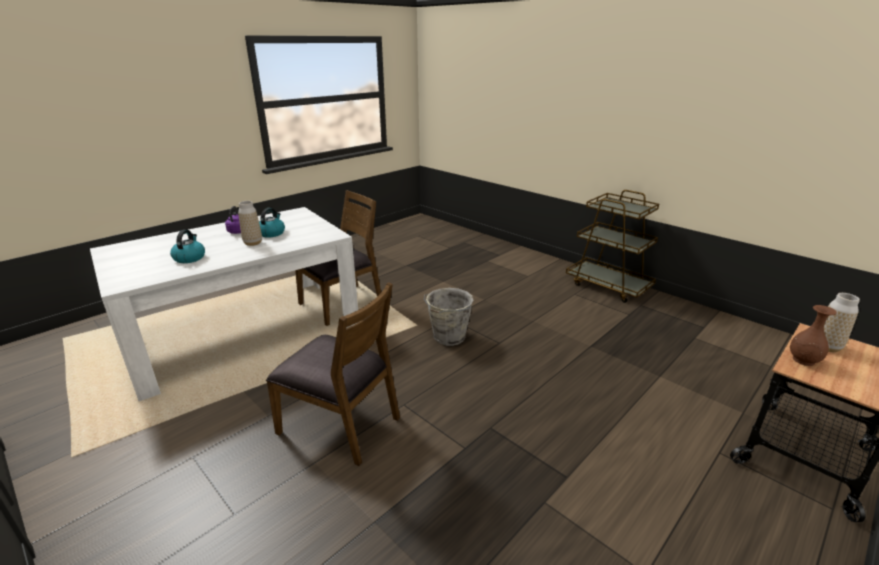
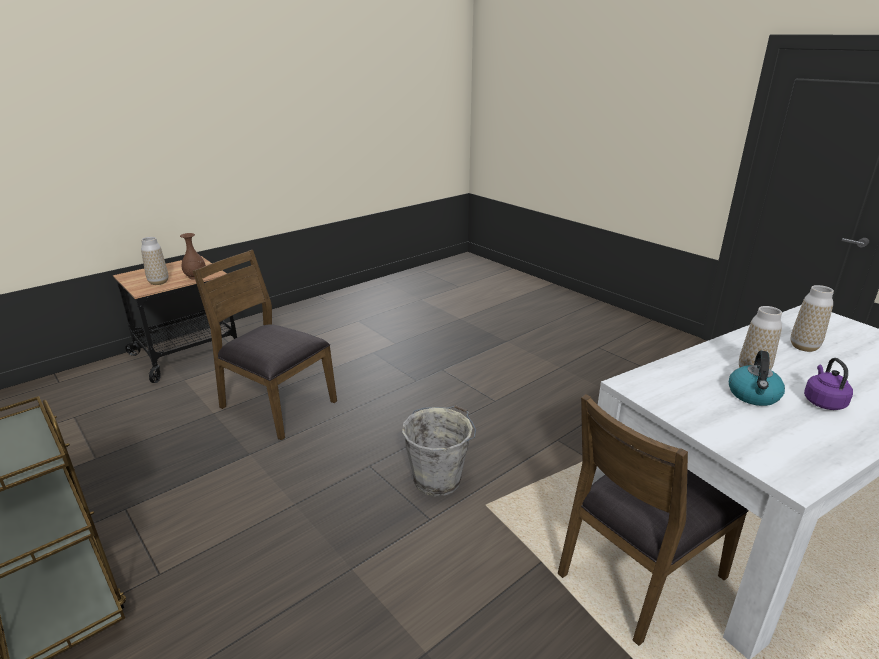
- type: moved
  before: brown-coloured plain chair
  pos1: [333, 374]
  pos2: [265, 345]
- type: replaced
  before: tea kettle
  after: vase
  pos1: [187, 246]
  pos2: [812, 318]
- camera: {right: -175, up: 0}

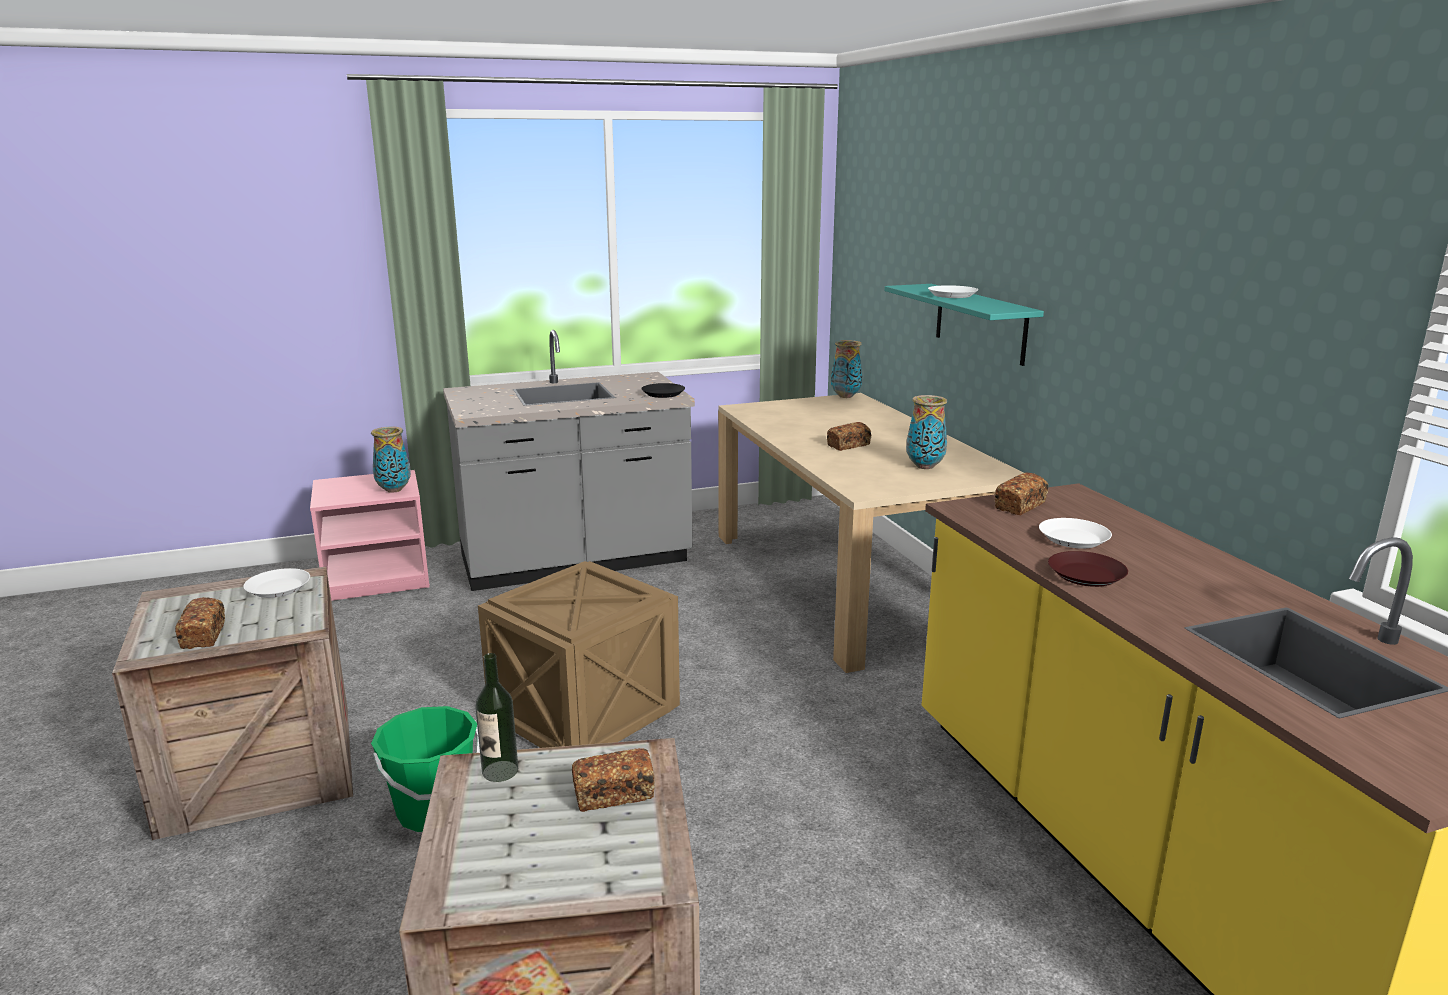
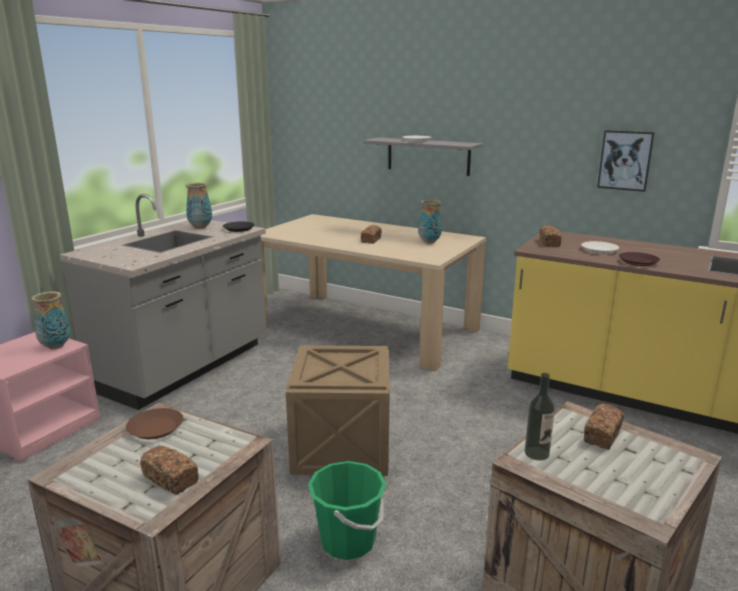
- type: recoloured
  before: white-coloured flat dish
  after: brown-coloured flat dish
  pos1: [276, 583]
  pos2: [154, 423]
- type: moved
  before: vase
  pos1: [846, 369]
  pos2: [199, 206]
- type: recoloured
  before: blue-green bracket shelf
  after: grey bracket shelf
  pos1: [964, 325]
  pos2: [423, 156]
- type: added
  after: wall art
  pos2: [626, 161]
- camera: {right: -40, up: 0}

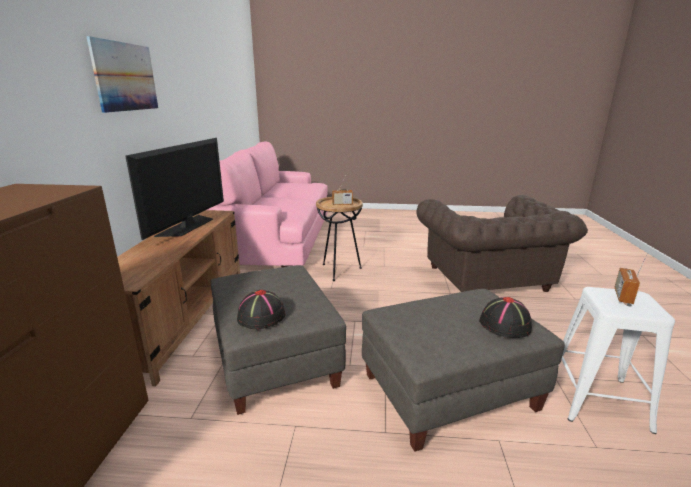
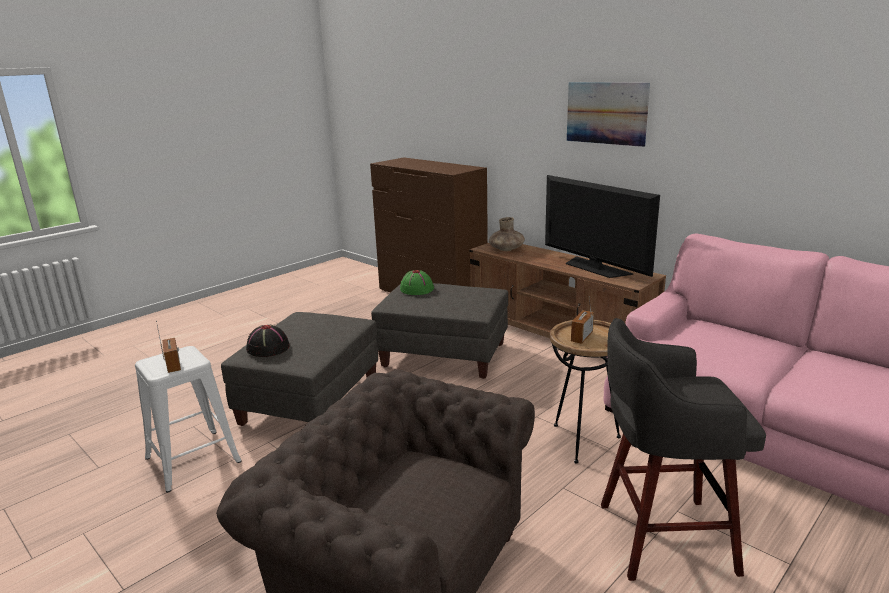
- type: recoloured
  before: black-coloured clothing hat
  after: green clothing hat
  pos1: [261, 309]
  pos2: [417, 282]
- type: added
  after: brown-coloured vase
  pos2: [507, 234]
- type: added
  after: grey sitting stool
  pos2: [683, 449]
- camera: {right: 130, up: 0}

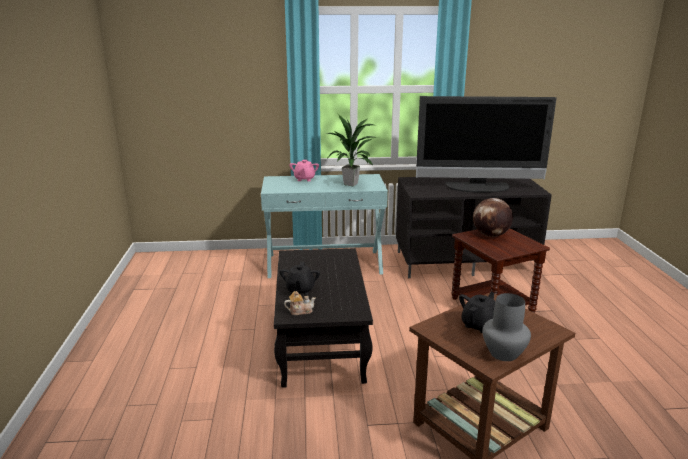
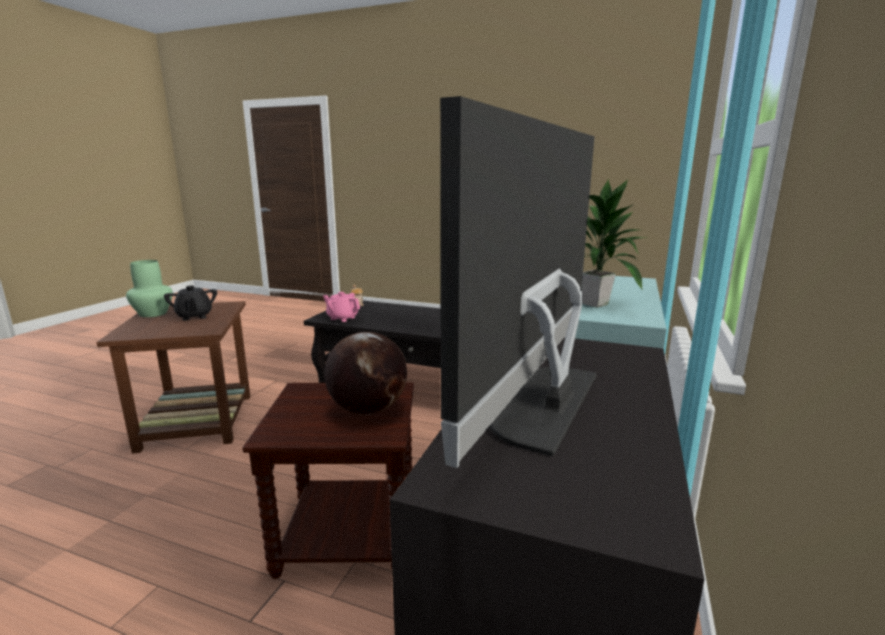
- type: recoloured
  before: grey vase
  after: green vase
  pos1: [507, 327]
  pos2: [149, 288]
- type: moved
  before: pink-coloured teapot
  pos1: [304, 170]
  pos2: [341, 307]
- type: removed
  before: black-coloured teapot
  pos1: [300, 278]
- camera: {right: 115, up: -5}

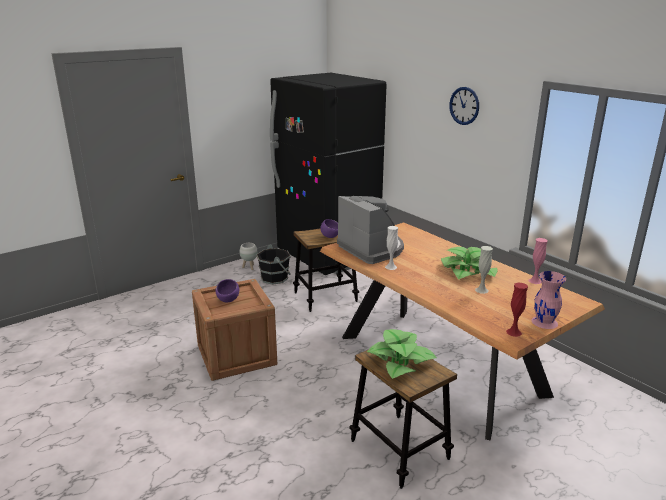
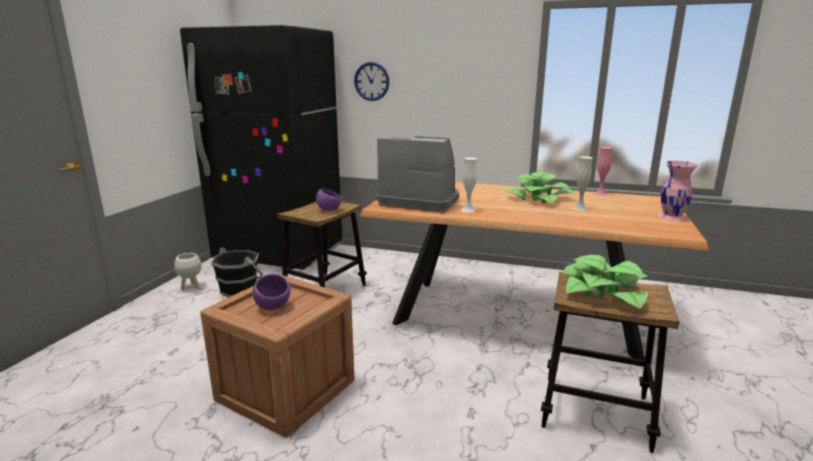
- type: moved
  before: wall clock
  pos1: [464, 106]
  pos2: [371, 81]
- type: removed
  before: red vase
  pos1: [517, 310]
- camera: {right: -35, up: -5}

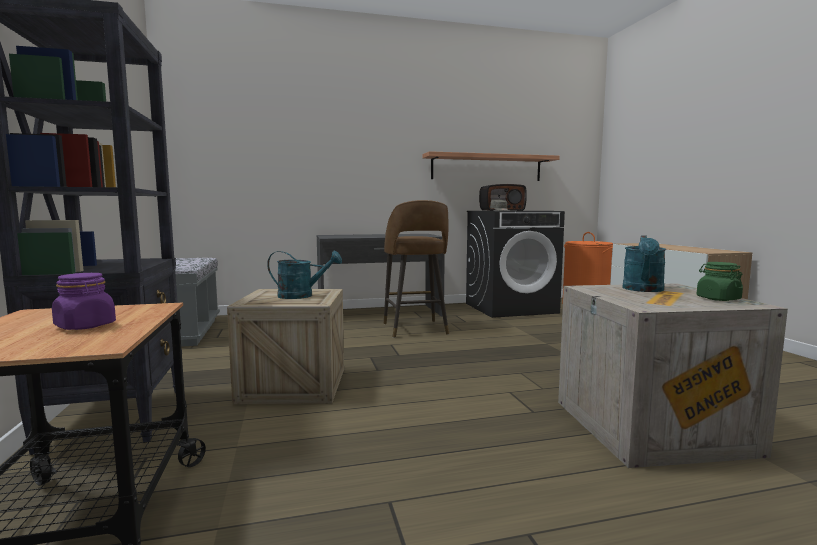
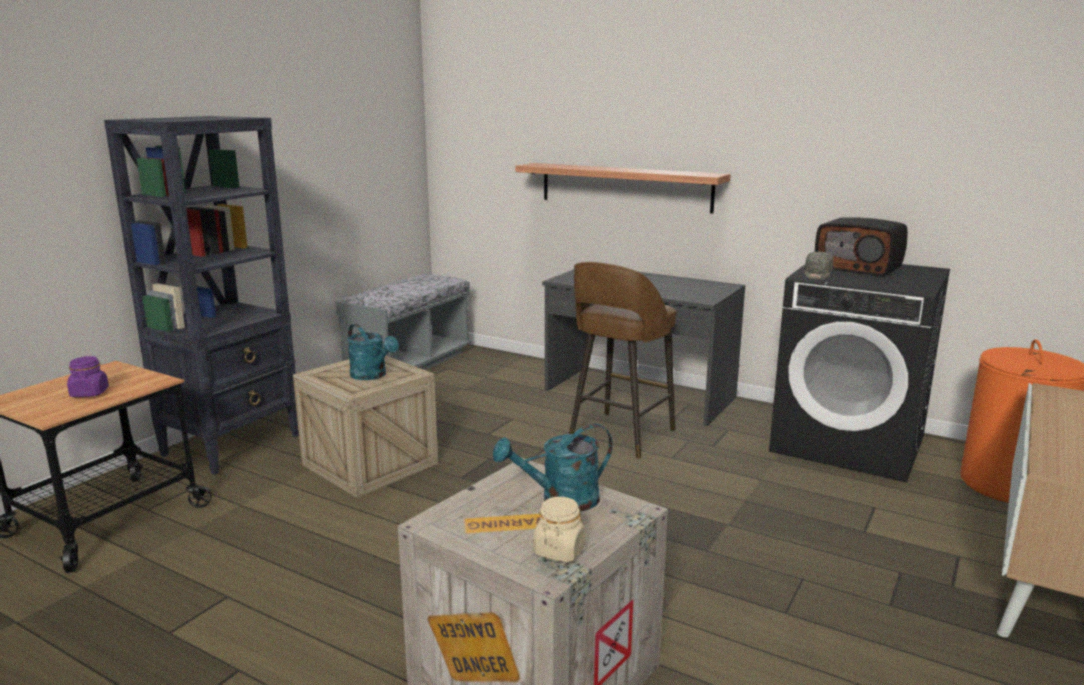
- type: moved
  before: bracket shelf
  pos1: [491, 166]
  pos2: [623, 188]
- type: recoloured
  before: green preserve jar
  after: beige preserve jar
  pos1: [720, 281]
  pos2: [559, 530]
- camera: {right: 45, up: 10}

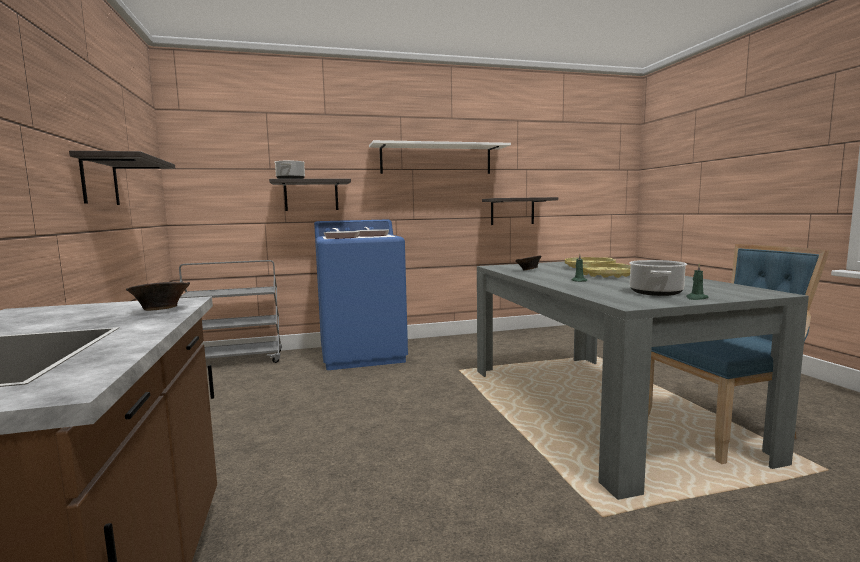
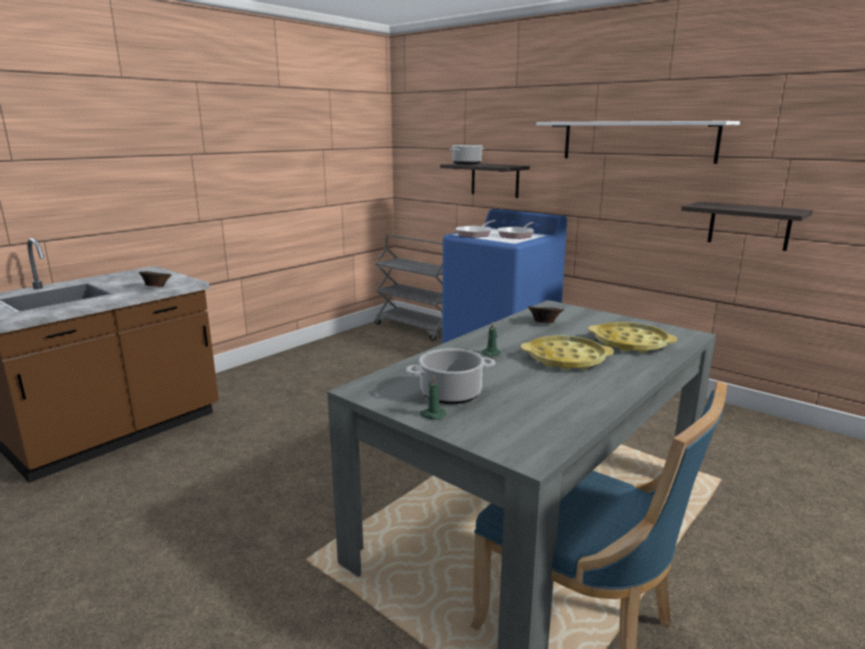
- type: removed
  before: bracket shelf
  pos1: [122, 178]
- camera: {right: 55, up: 10}

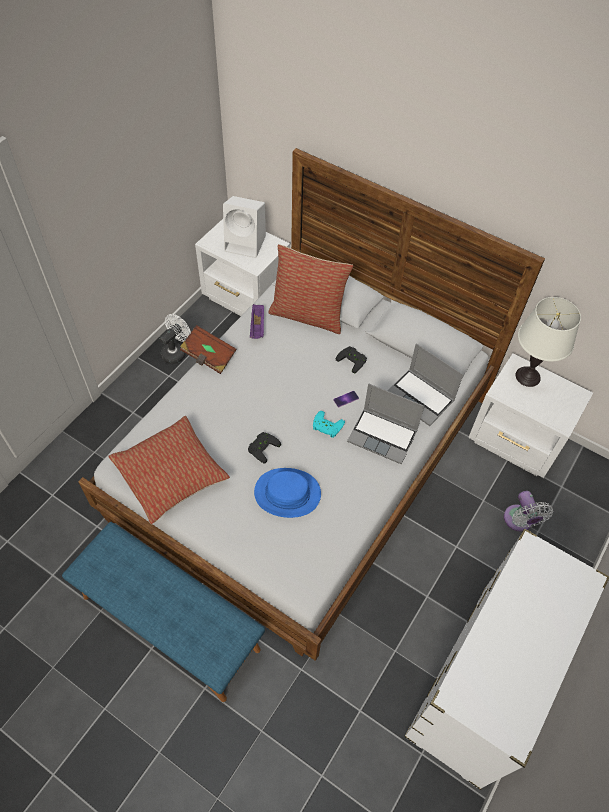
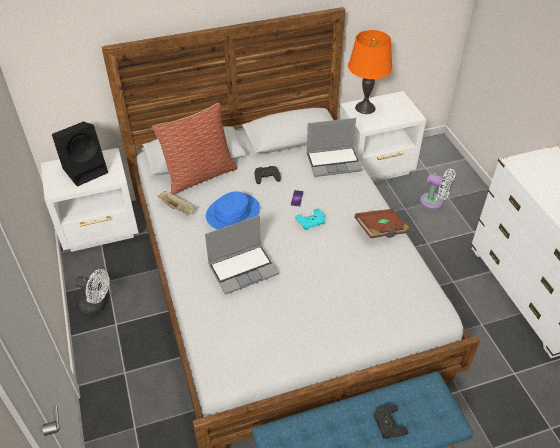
- type: recoloured
  before: white-coloured speaker
  after: black-coloured speaker
  pos1: [244, 227]
  pos2: [80, 154]
- type: turned
  before: white-coloured fan
  pos1: [175, 339]
  pos2: [92, 291]
  turn: 120
- type: recoloured
  before: purple carrying tray
  after: beige carrying tray
  pos1: [257, 321]
  pos2: [176, 203]
- type: moved
  before: laptop
  pos1: [385, 424]
  pos2: [242, 255]
- type: moved
  before: bluish clothing hat
  pos1: [287, 493]
  pos2: [233, 211]
- type: recoloured
  before: white-coloured tabletop lamp
  after: orange tabletop lamp
  pos1: [548, 342]
  pos2: [370, 72]
- type: moved
  before: brown-coloured book
  pos1: [208, 349]
  pos2: [382, 223]
- type: moved
  before: black-coloured game controller
  pos1: [264, 448]
  pos2: [391, 422]
- type: removed
  before: cushion
  pos1: [169, 470]
- camera: {right: -50, up: -10}

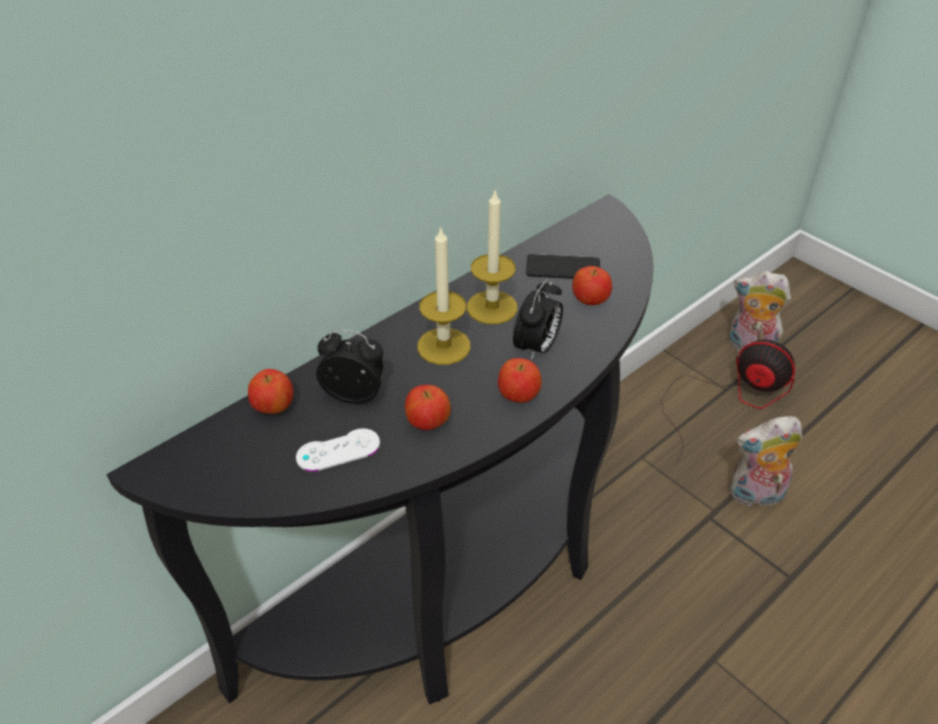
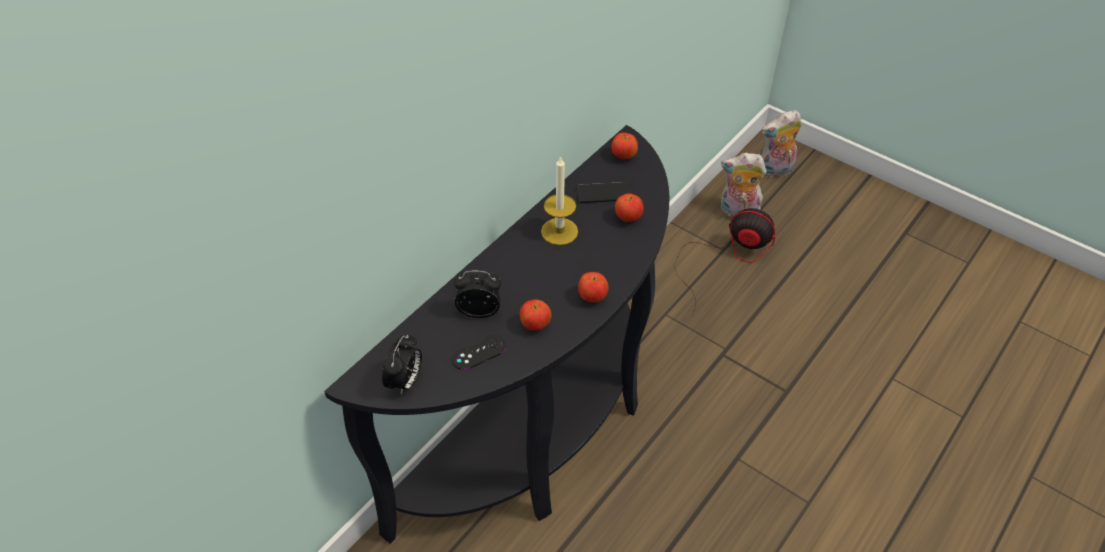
- type: moved
  before: alarm clock
  pos1: [538, 320]
  pos2: [402, 365]
- type: recoloured
  before: white-coloured game controller
  after: black-coloured game controller
  pos1: [338, 450]
  pos2: [479, 352]
- type: moved
  before: apple fruit
  pos1: [270, 391]
  pos2: [625, 145]
- type: moved
  before: soft toy
  pos1: [766, 463]
  pos2: [781, 143]
- type: removed
  before: wax light
  pos1: [443, 295]
- camera: {right: -10, up: 5}

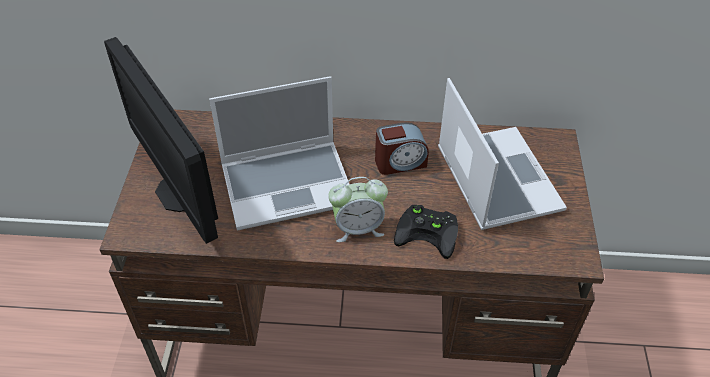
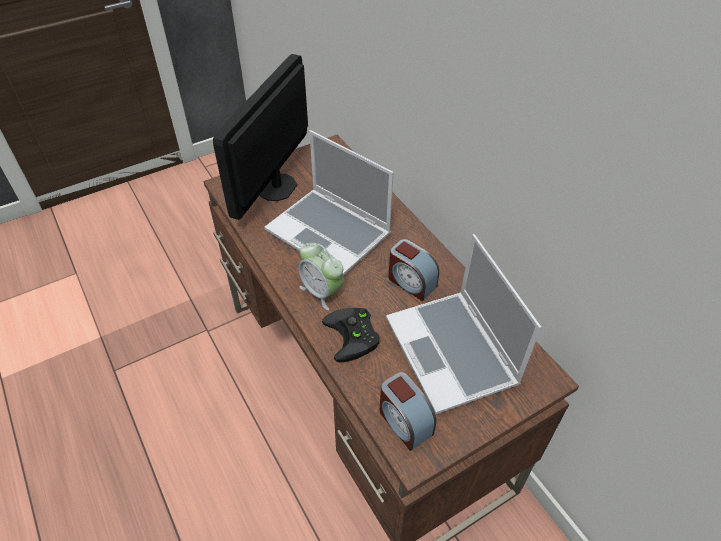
- type: added
  after: alarm clock
  pos2: [408, 411]
- type: turned
  before: laptop
  pos1: [502, 154]
  pos2: [463, 324]
  turn: 120
- camera: {right: 55, up: 0}

